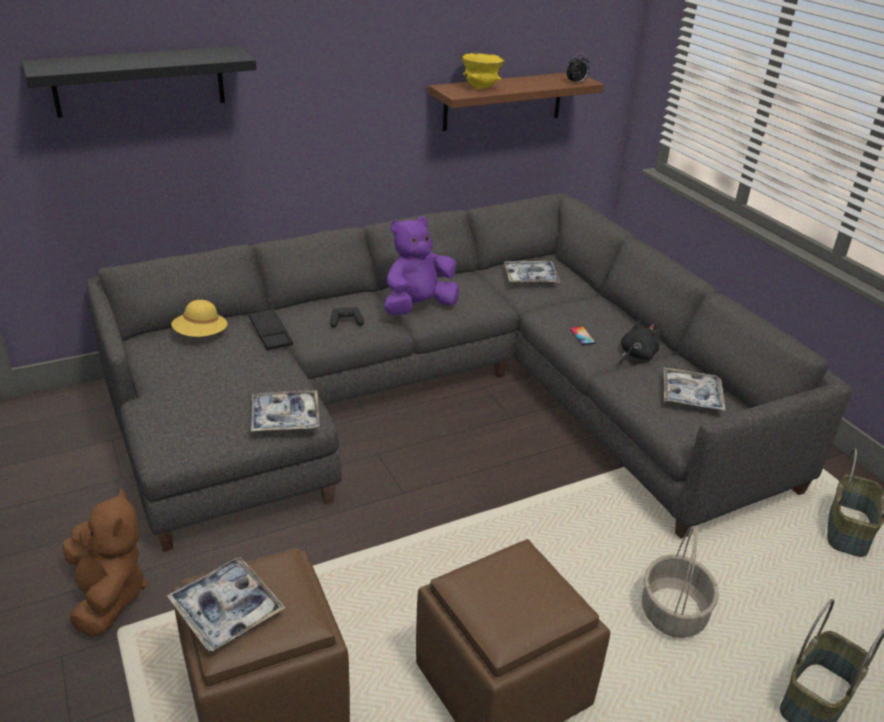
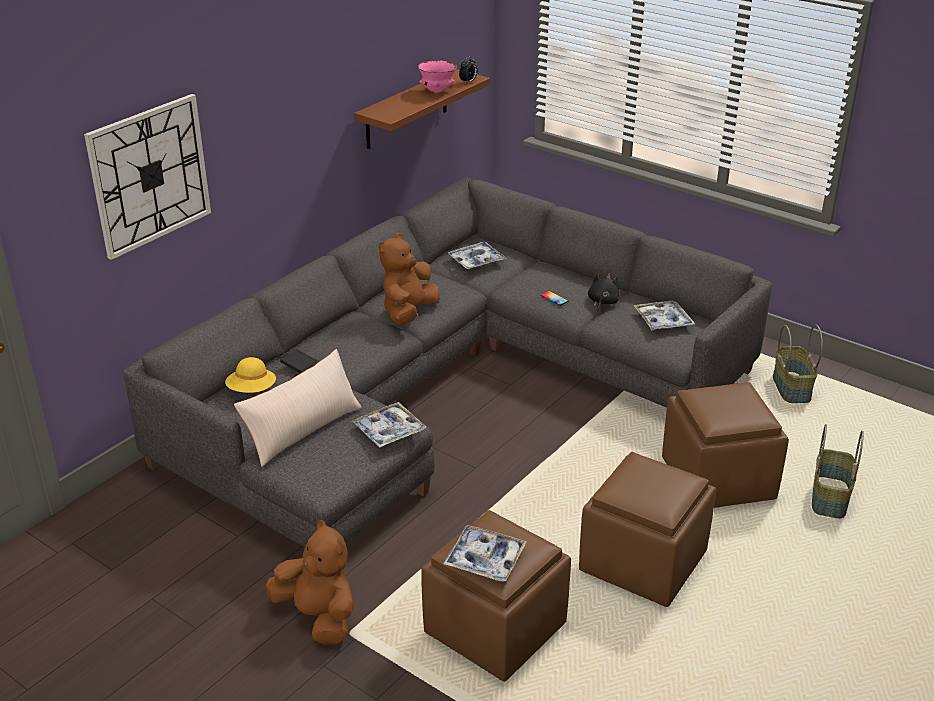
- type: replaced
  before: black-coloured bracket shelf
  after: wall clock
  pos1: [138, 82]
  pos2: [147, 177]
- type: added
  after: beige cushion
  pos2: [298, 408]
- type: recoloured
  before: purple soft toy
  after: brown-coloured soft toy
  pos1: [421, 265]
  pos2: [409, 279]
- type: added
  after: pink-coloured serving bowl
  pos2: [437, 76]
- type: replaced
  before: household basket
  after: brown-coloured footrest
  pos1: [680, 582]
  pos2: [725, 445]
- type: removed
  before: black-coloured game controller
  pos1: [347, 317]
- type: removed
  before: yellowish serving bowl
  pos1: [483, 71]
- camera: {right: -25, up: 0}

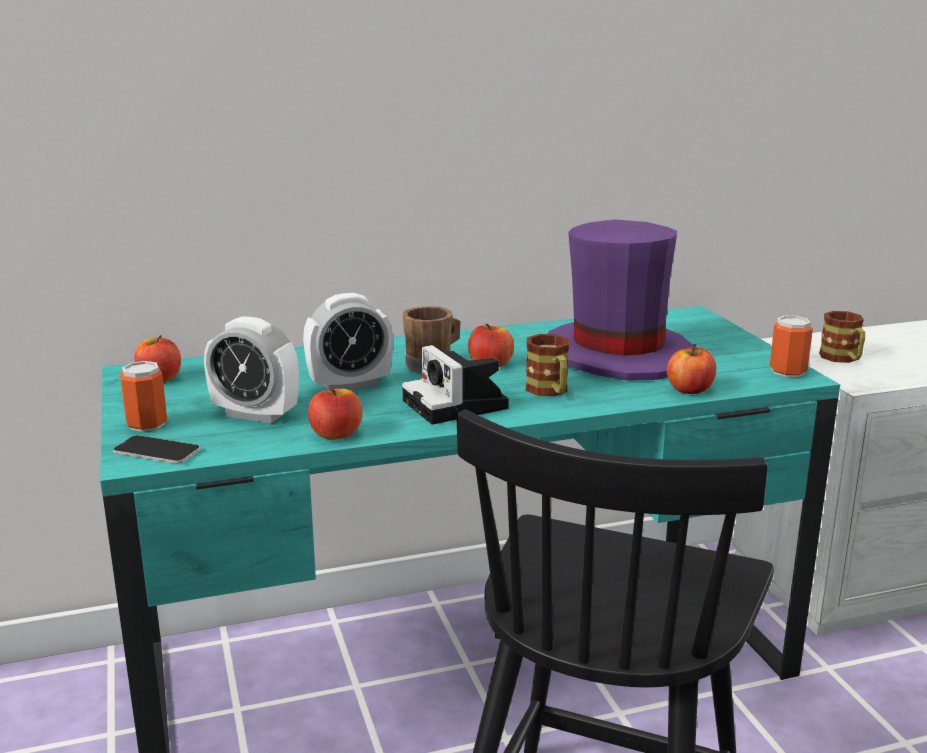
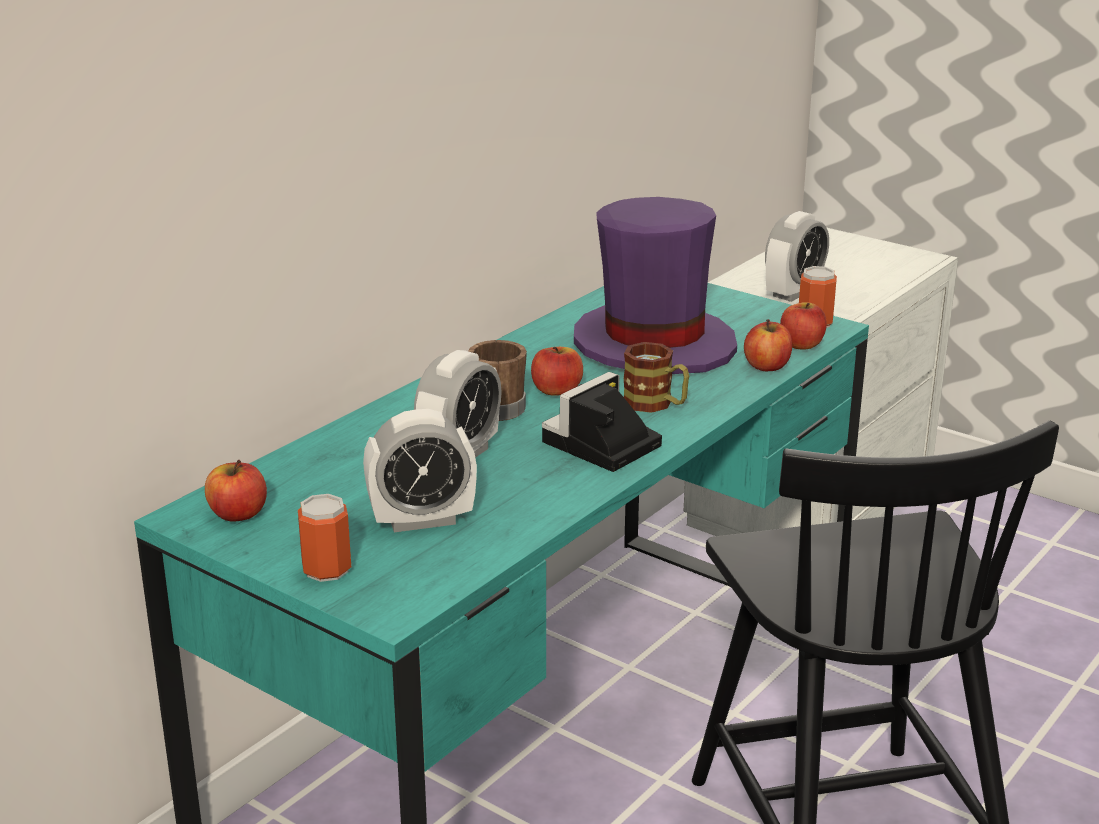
- type: turned
  before: photo camera
  pos1: [455, 385]
  pos2: [602, 422]
  turn: 105
- type: replaced
  before: coffee mug
  after: alarm clock
  pos1: [842, 337]
  pos2: [797, 256]
- type: moved
  before: apple fruit
  pos1: [335, 413]
  pos2: [803, 326]
- type: removed
  before: telephone
  pos1: [156, 449]
- camera: {right: -35, up: 5}

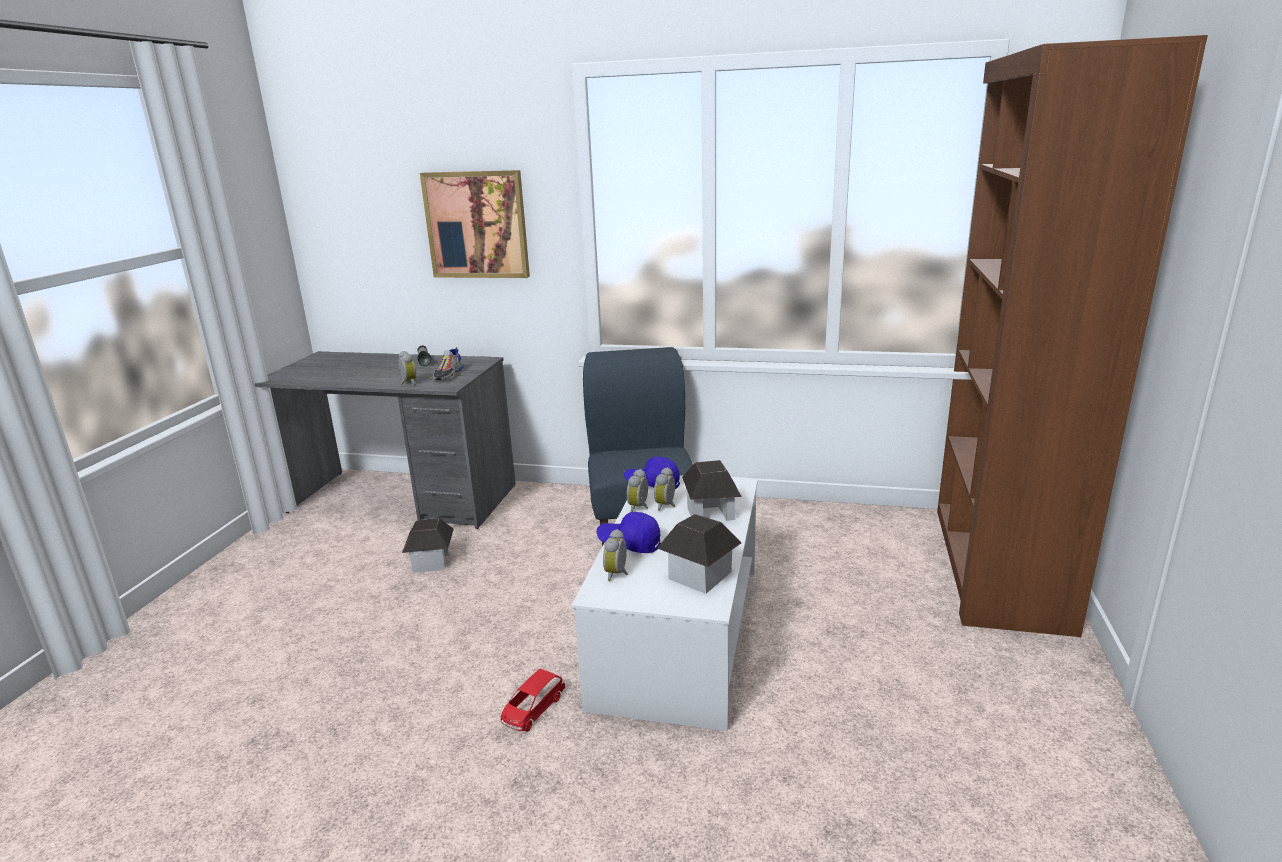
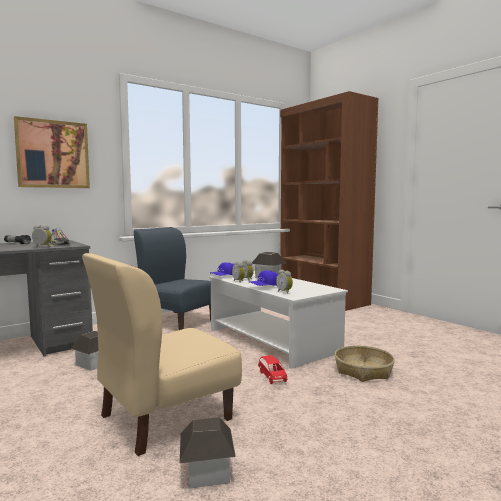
- type: added
  after: beige plain chair
  pos2: [162, 354]
- type: moved
  before: model house
  pos1: [699, 554]
  pos2: [208, 452]
- type: added
  after: household basket
  pos2: [365, 364]
- camera: {right: -50, up: -15}

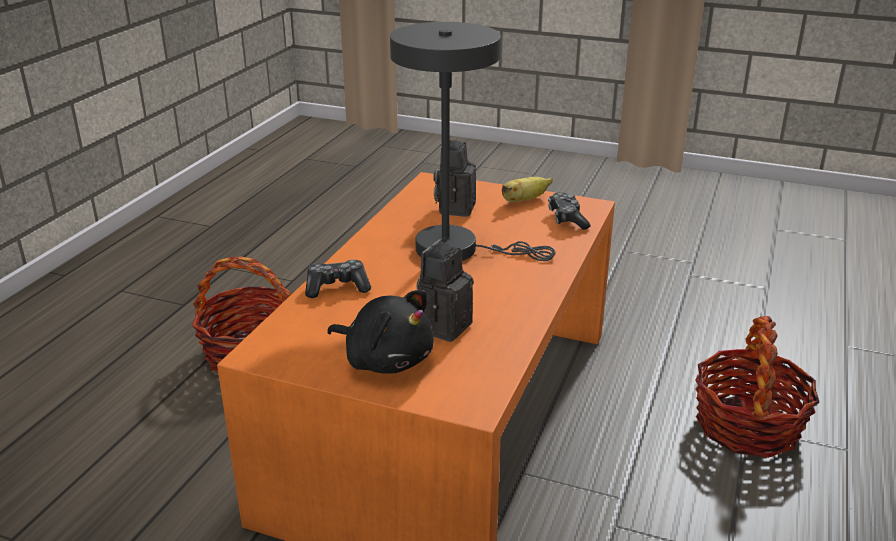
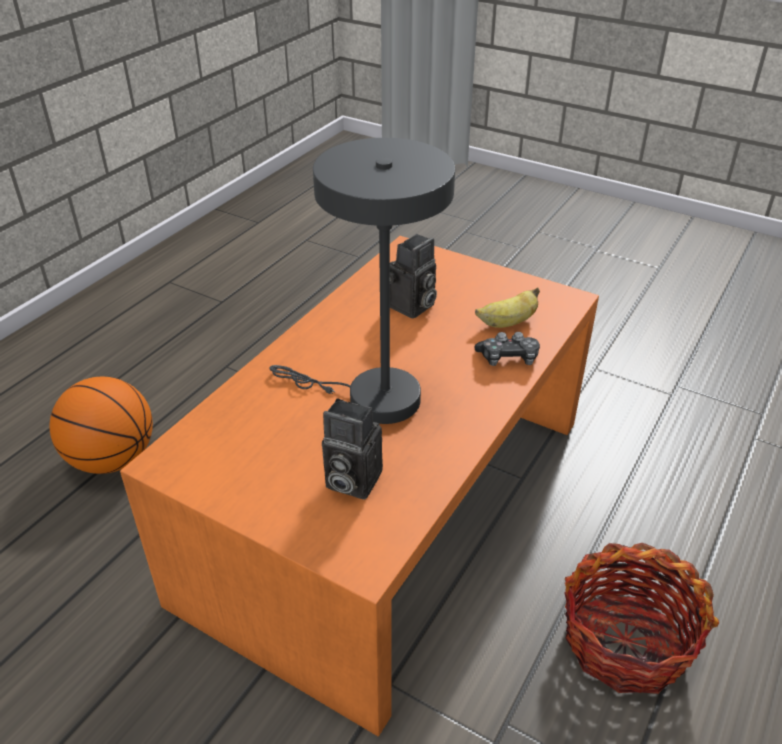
- type: replaced
  before: household basket
  after: basketball ball
  pos1: [757, 387]
  pos2: [101, 425]
- type: turned
  before: photo camera
  pos1: [454, 178]
  pos2: [352, 449]
  turn: 90
- type: moved
  before: whole banana
  pos1: [527, 189]
  pos2: [507, 307]
- type: removed
  before: black-coloured soft toy
  pos1: [380, 332]
- type: removed
  before: game controller
  pos1: [569, 211]
- camera: {right: -170, up: 10}

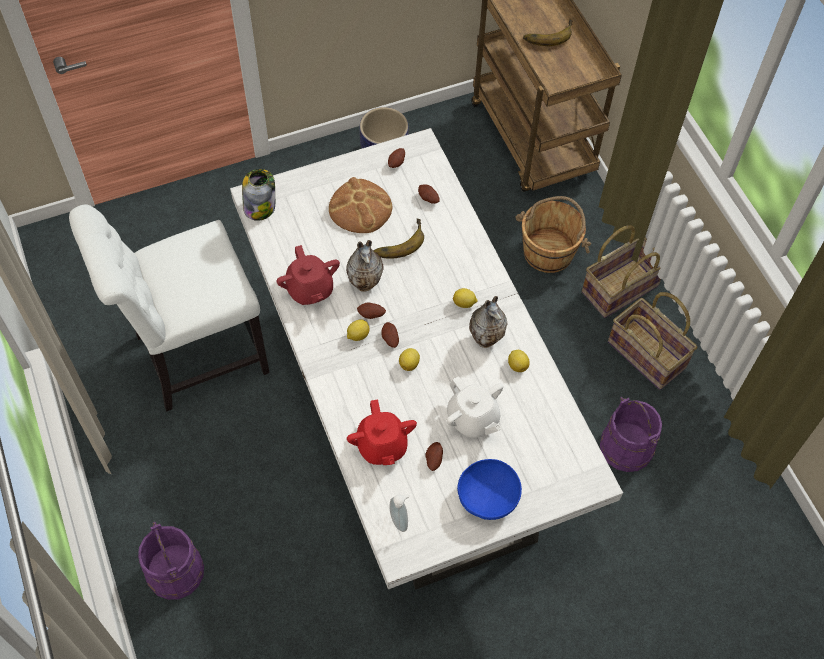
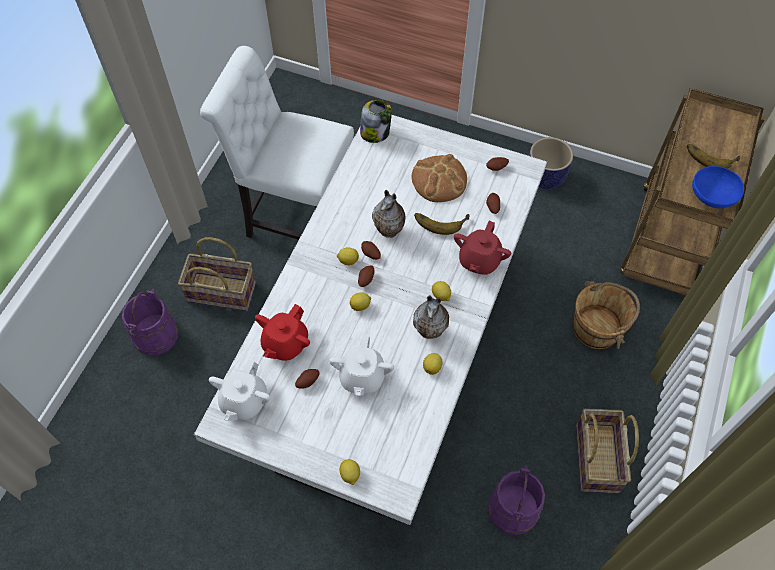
- type: moved
  before: household basket
  pos1: [621, 271]
  pos2: [217, 274]
- type: replaced
  before: soap dispenser
  after: white-coloured teapot
  pos1: [399, 513]
  pos2: [240, 390]
- type: added
  after: lemon
  pos2: [350, 472]
- type: moved
  before: red teapot
  pos1: [308, 275]
  pos2: [482, 248]
- type: moved
  before: bluish serving bowl
  pos1: [489, 489]
  pos2: [718, 187]
- camera: {right: 45, up: 0}

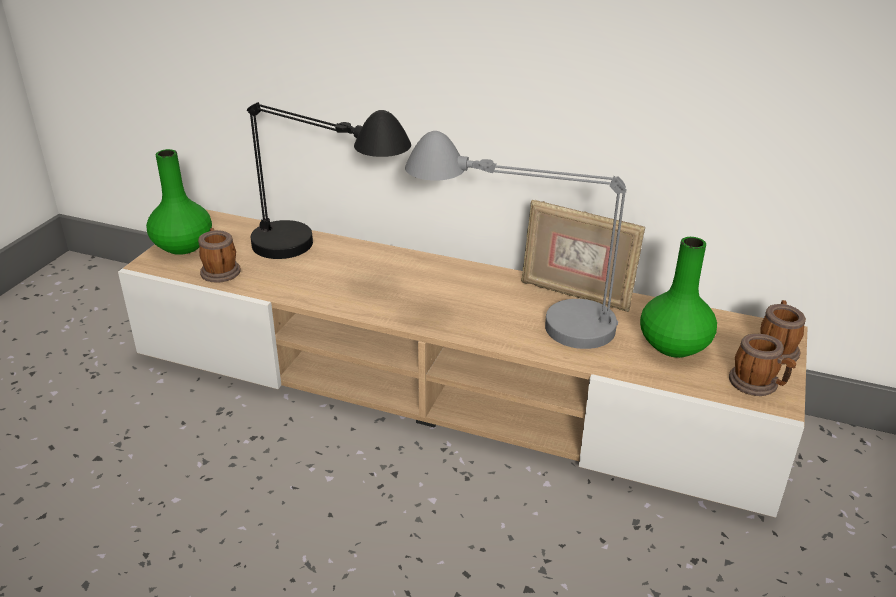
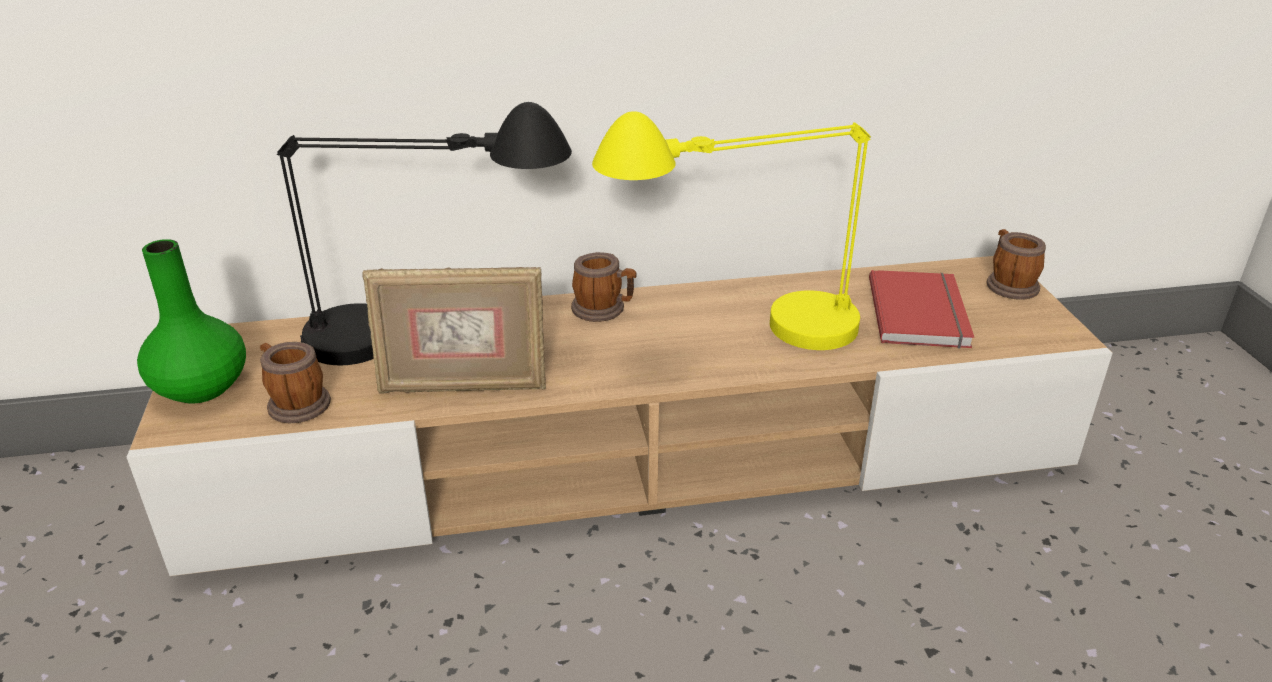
- type: moved
  before: photo frame
  pos1: [583, 256]
  pos2: [454, 330]
- type: moved
  before: coffee mug
  pos1: [762, 365]
  pos2: [603, 287]
- type: recoloured
  before: grey tabletop lamp
  after: yellowish tabletop lamp
  pos1: [516, 240]
  pos2: [731, 230]
- type: replaced
  before: green vase
  after: red book
  pos1: [678, 297]
  pos2: [921, 309]
- camera: {right: -30, up: 0}

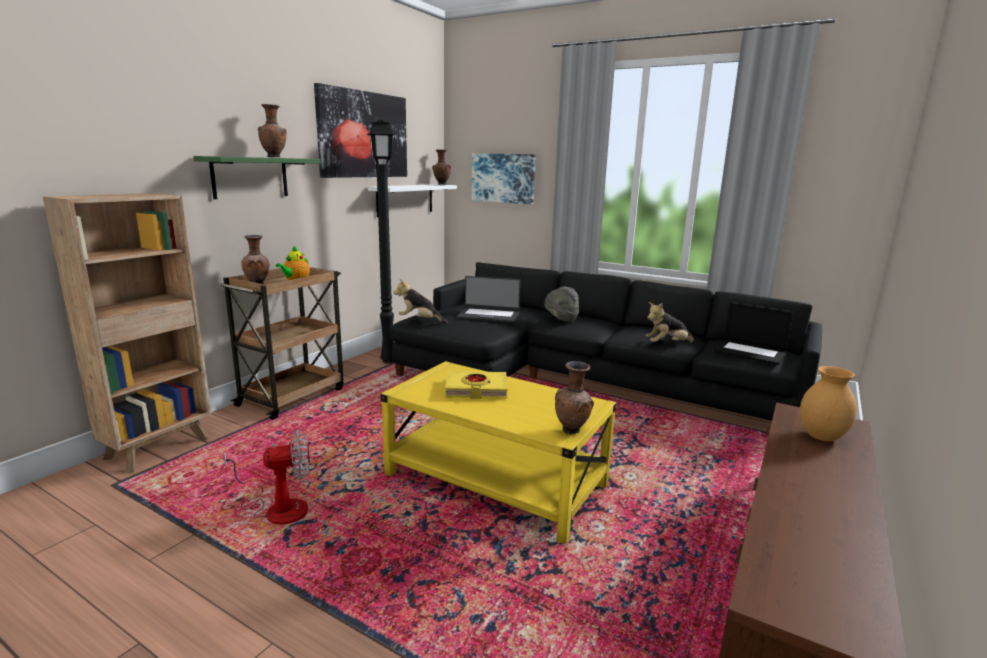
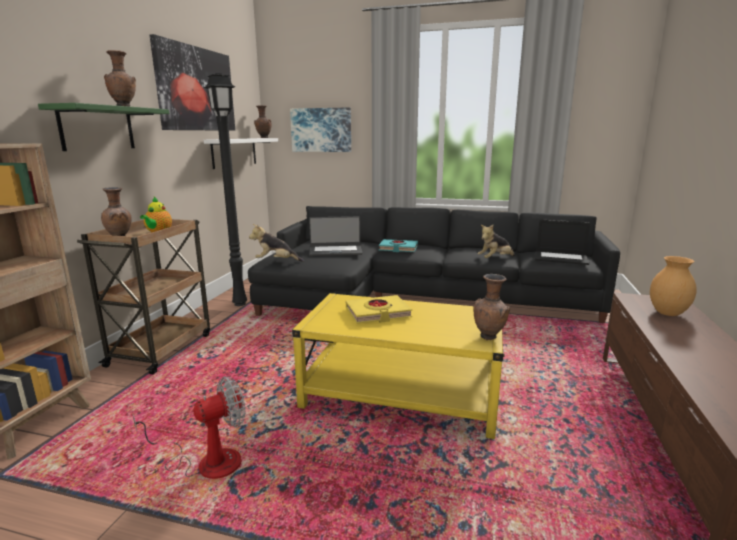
- type: replaced
  before: grey clothing hat
  after: blue-green book
  pos1: [561, 304]
  pos2: [398, 245]
- camera: {right: -15, up: 0}

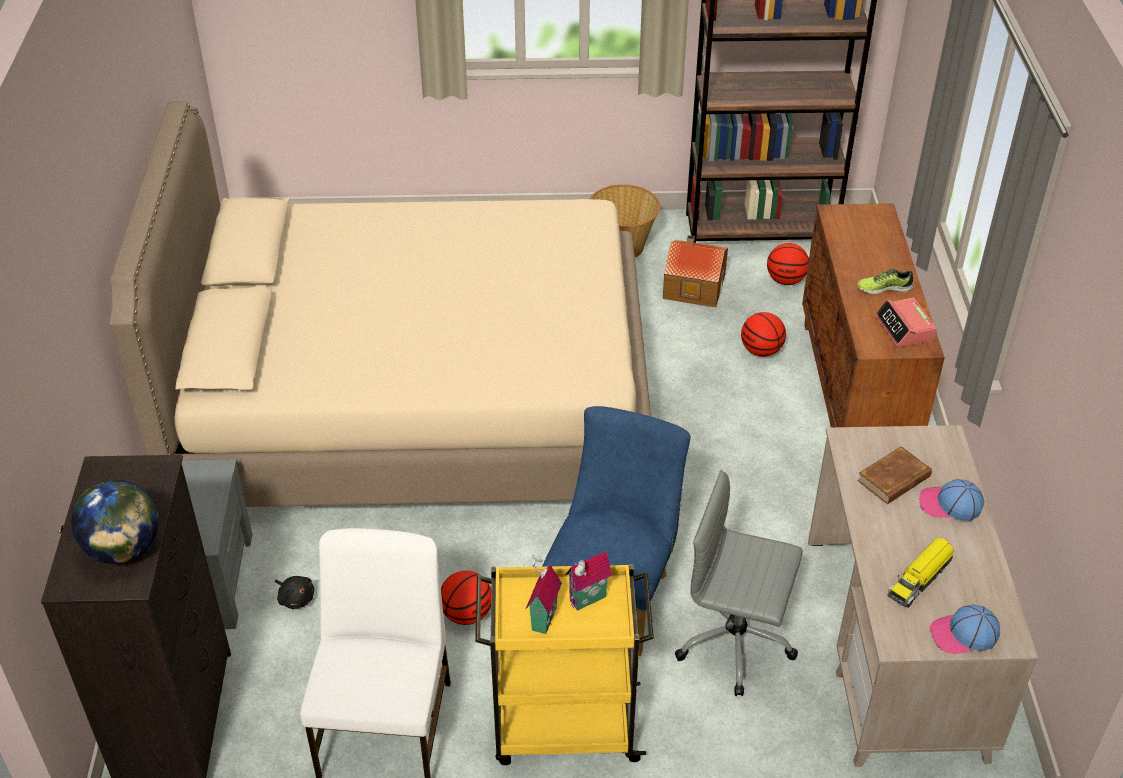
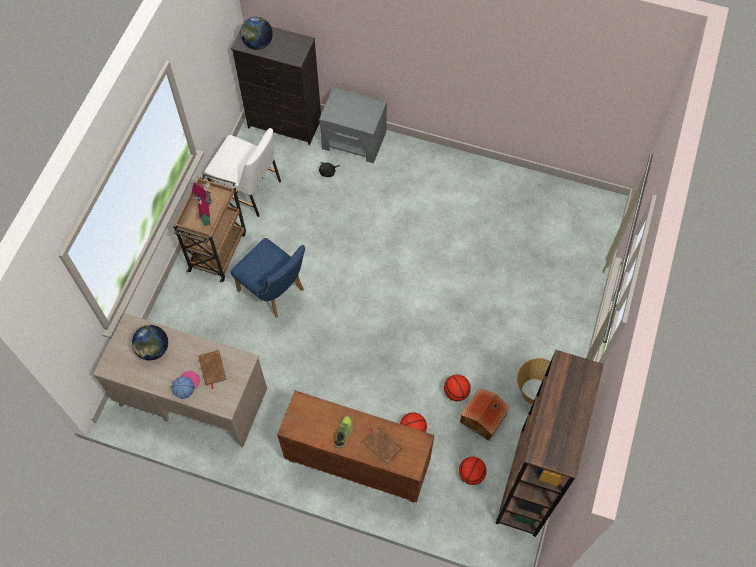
- type: replaced
  before: toy lorry
  after: world globe
  pos1: [920, 573]
  pos2: [150, 342]
- type: recoloured
  before: yellowish trolley
  after: brown-coloured trolley
  pos1: [564, 664]
  pos2: [209, 228]
- type: added
  after: brown-coloured book
  pos2: [383, 446]
- type: moved
  before: basketball ball
  pos1: [466, 598]
  pos2: [457, 388]
- type: removed
  before: beige bed
  pos1: [380, 304]
- type: removed
  before: grey computer chair
  pos1: [739, 583]
- type: removed
  before: alarm clock
  pos1: [905, 322]
- type: removed
  before: peaked cap
  pos1: [965, 629]
- camera: {right: 110, up: 20}

